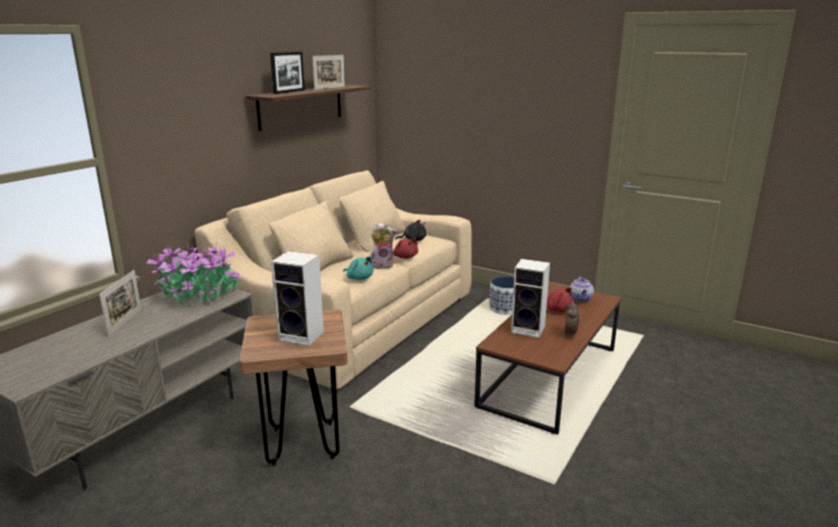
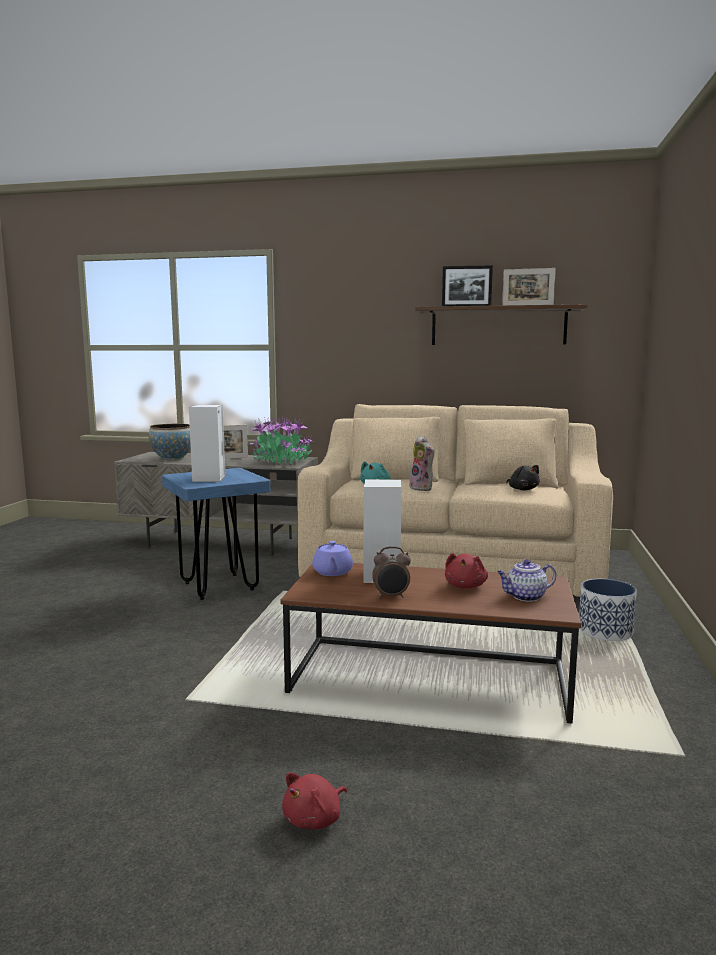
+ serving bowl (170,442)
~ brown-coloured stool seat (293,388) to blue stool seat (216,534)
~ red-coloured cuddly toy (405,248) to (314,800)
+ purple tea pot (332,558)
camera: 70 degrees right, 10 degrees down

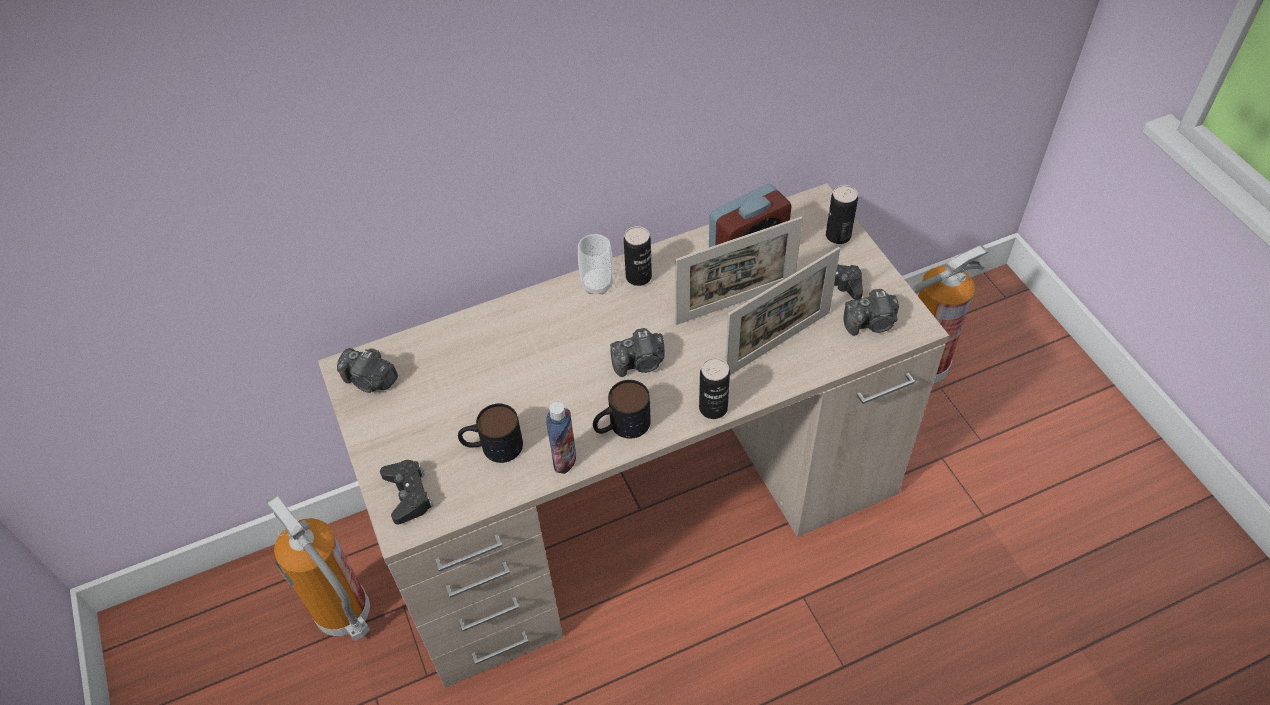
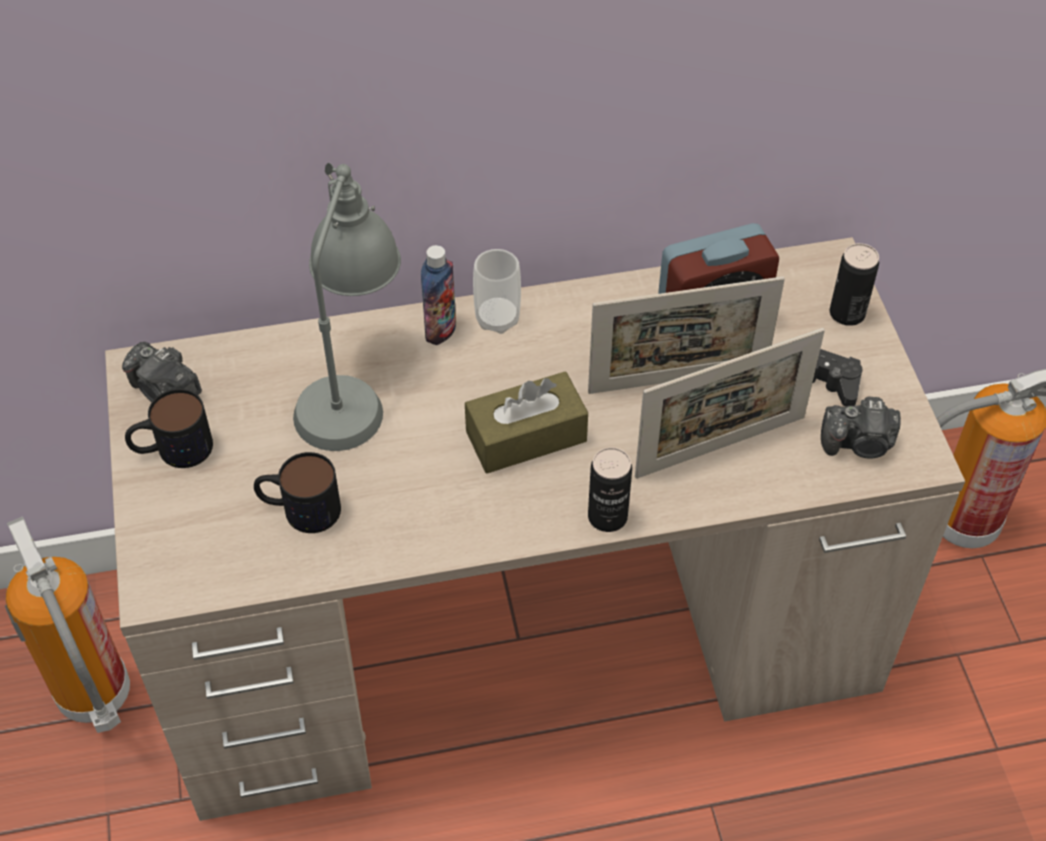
~ mug (622,409) to (169,428)
+ greyish table lamp (347,307)
~ beverage bottle (561,438) to (438,295)
~ photo camera (637,352) to brown-coloured tissue holder (526,422)
- black game controller (406,492)
- sealed can (638,256)
camera: 10 degrees right, 0 degrees up

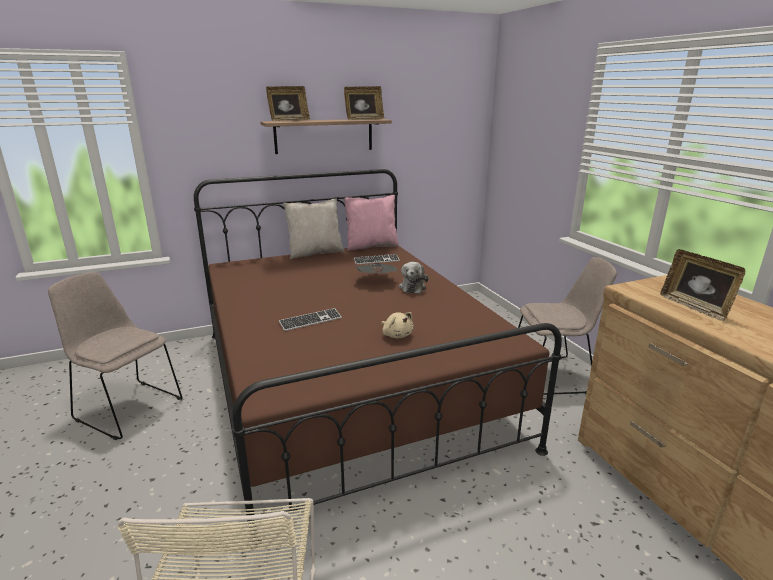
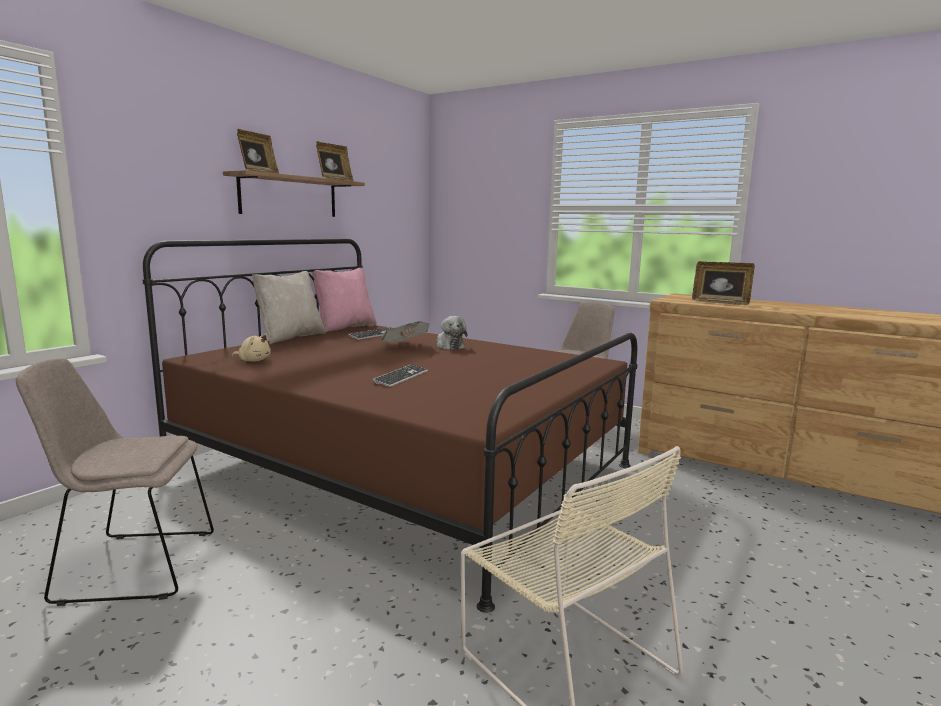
~ beige-coloured cuddly toy (397,325) to (251,348)
camera: 35 degrees left, 10 degrees down

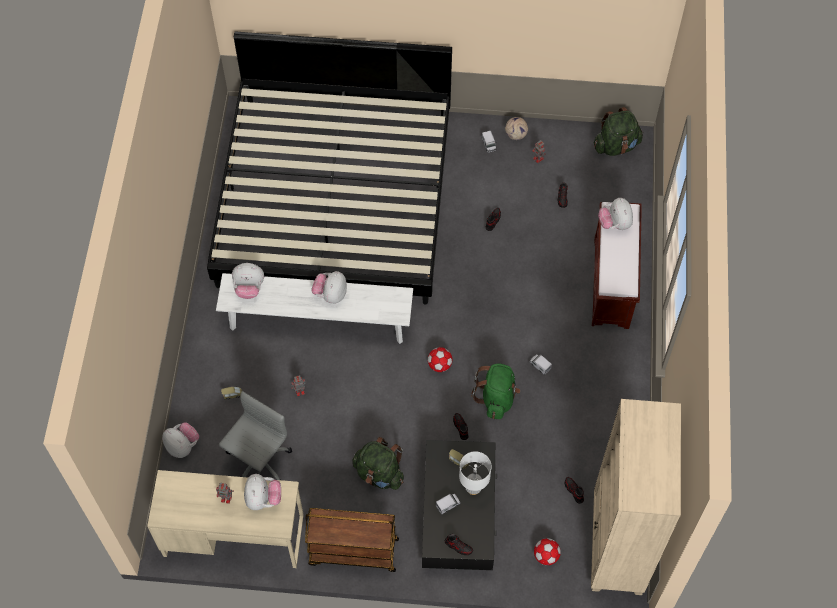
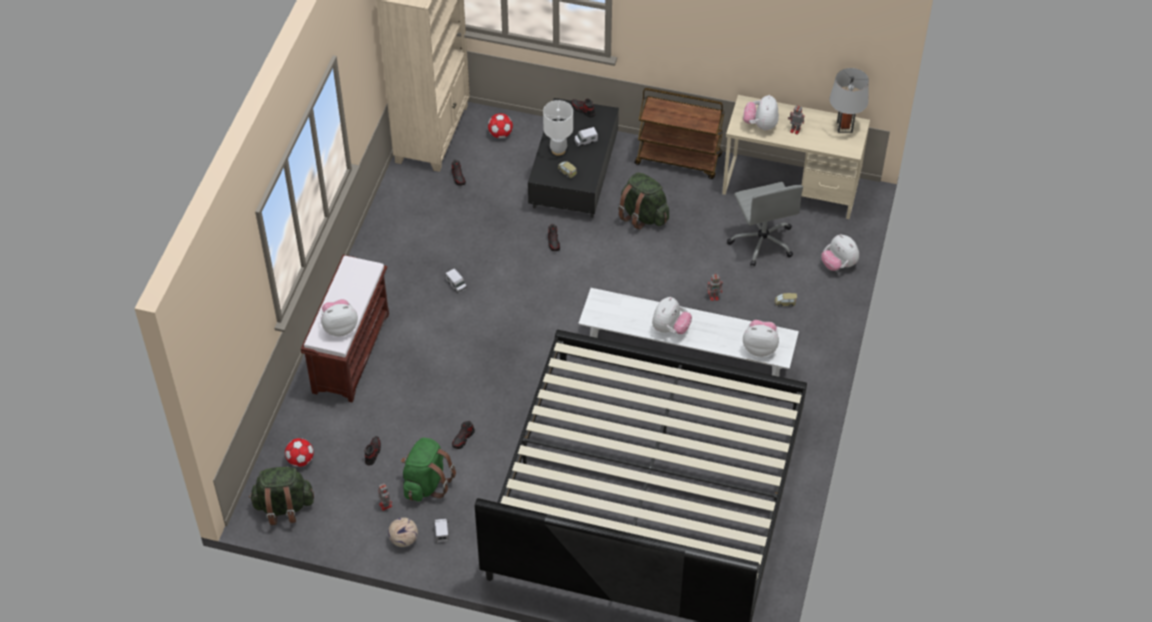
~ football ball (440,359) to (299,452)
~ cuddly toy (615,214) = (339,318) 105 degrees counterclockwise
~ greenish knapsack (495,391) to (428,469)
~ greyish office chair (255,435) = (765,224) 60 degrees counterclockwise
+ greyish table lamp (849,100)
camera: 170 degrees left, 10 degrees down

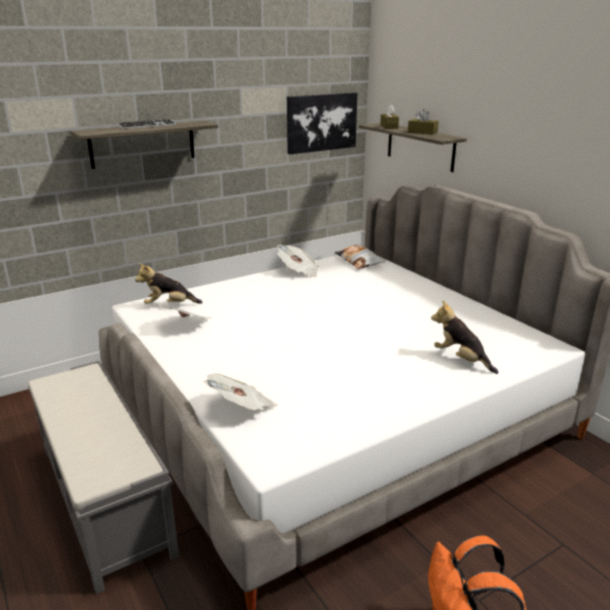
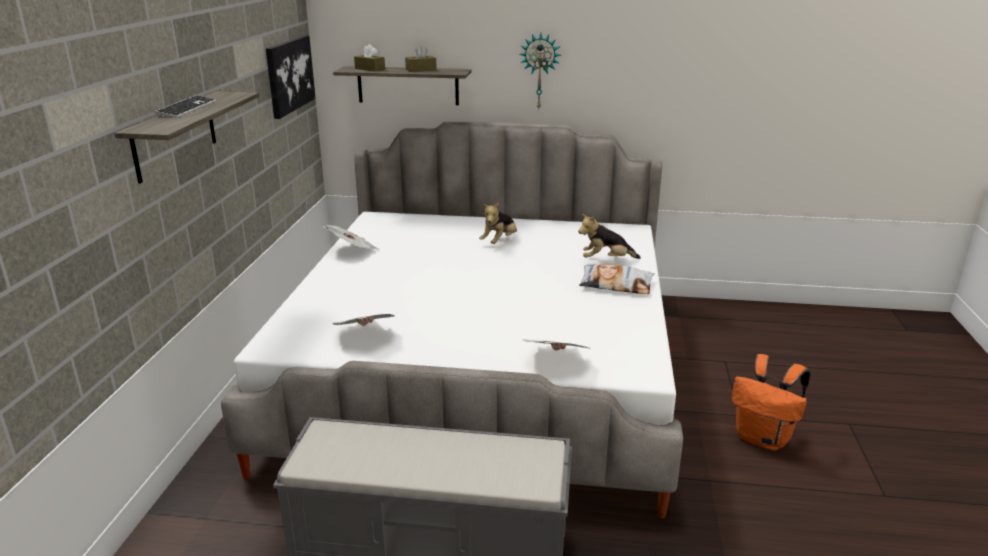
~ cuddly toy (169,283) to (498,223)
+ hanging clock (540,71)
~ pillow (359,257) to (617,279)
camera: 50 degrees left, 0 degrees up

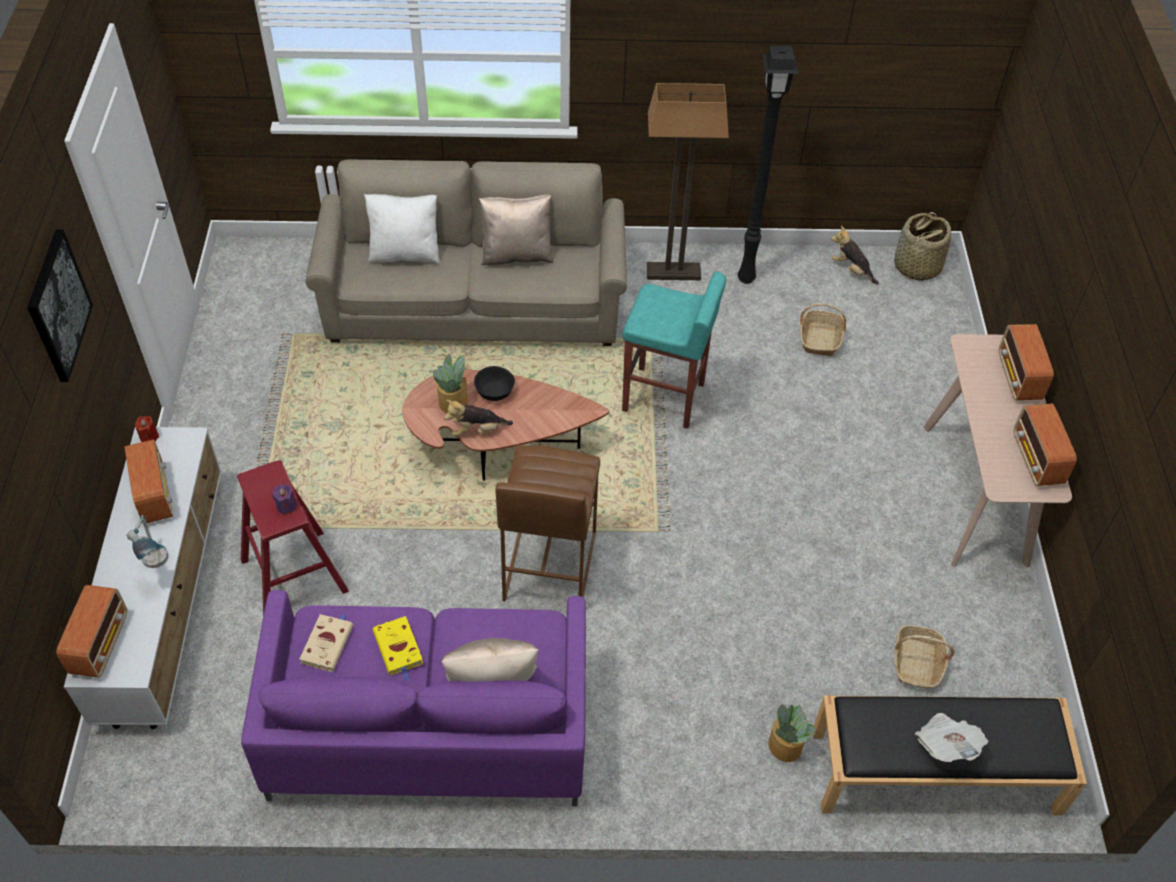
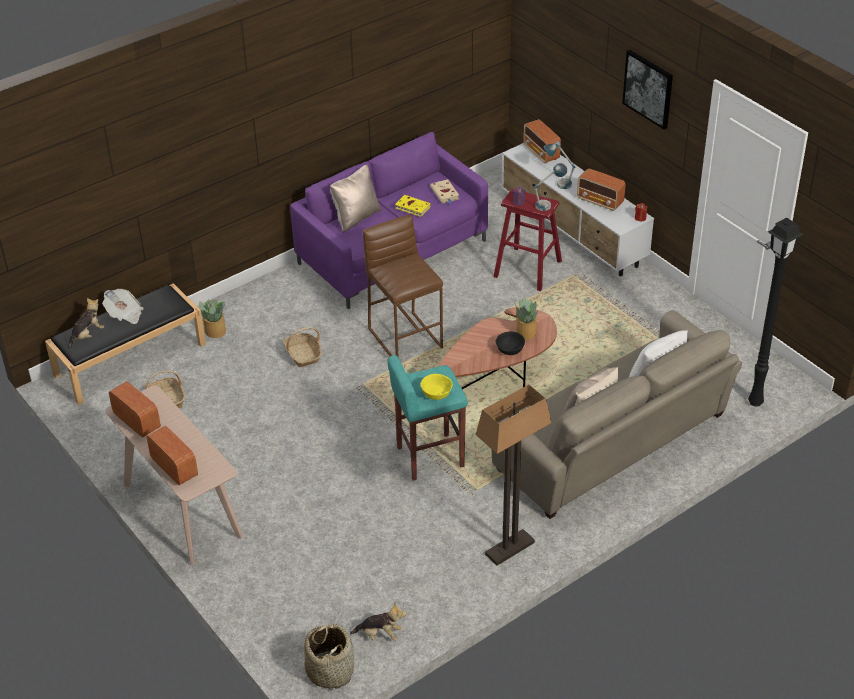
~ cuddly toy (478,418) to (86,323)
~ basket (823,329) to (302,347)
+ yellow serving bowl (437,387)
+ table lamp (550,187)
~ black standard lamp (768,165) to (775,312)
camera: 145 degrees right, 10 degrees down

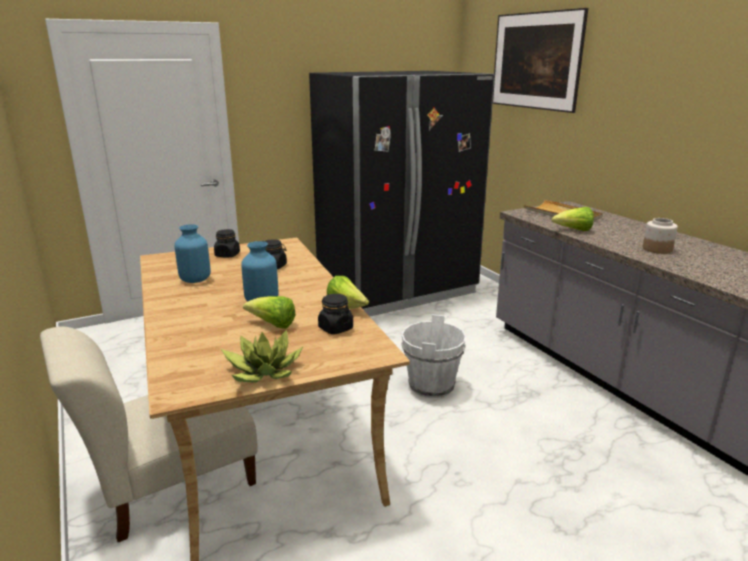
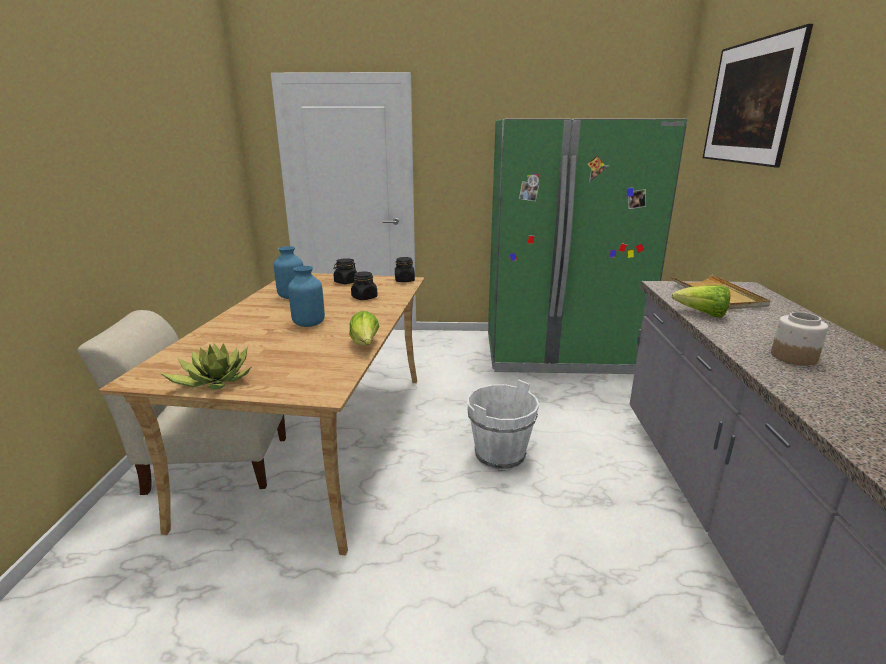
~ black jar (335,314) to (405,269)
~ black kitchen fridge (402,193) to greenish kitchen fridge (587,246)
- head of lettuce (269,312)
camera: 30 degrees right, 0 degrees up

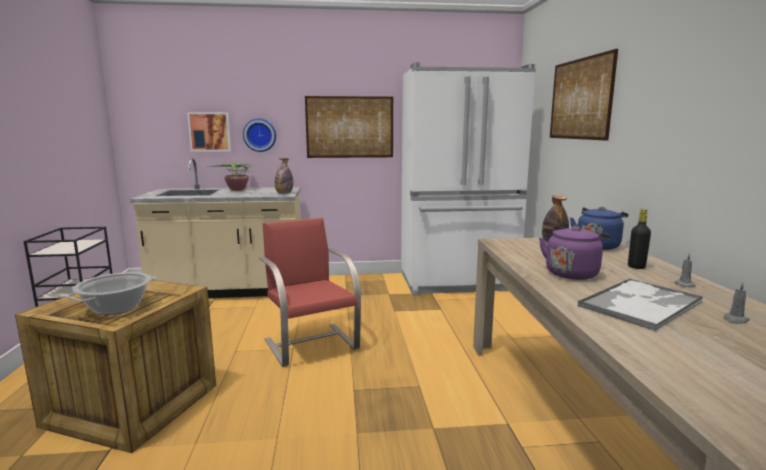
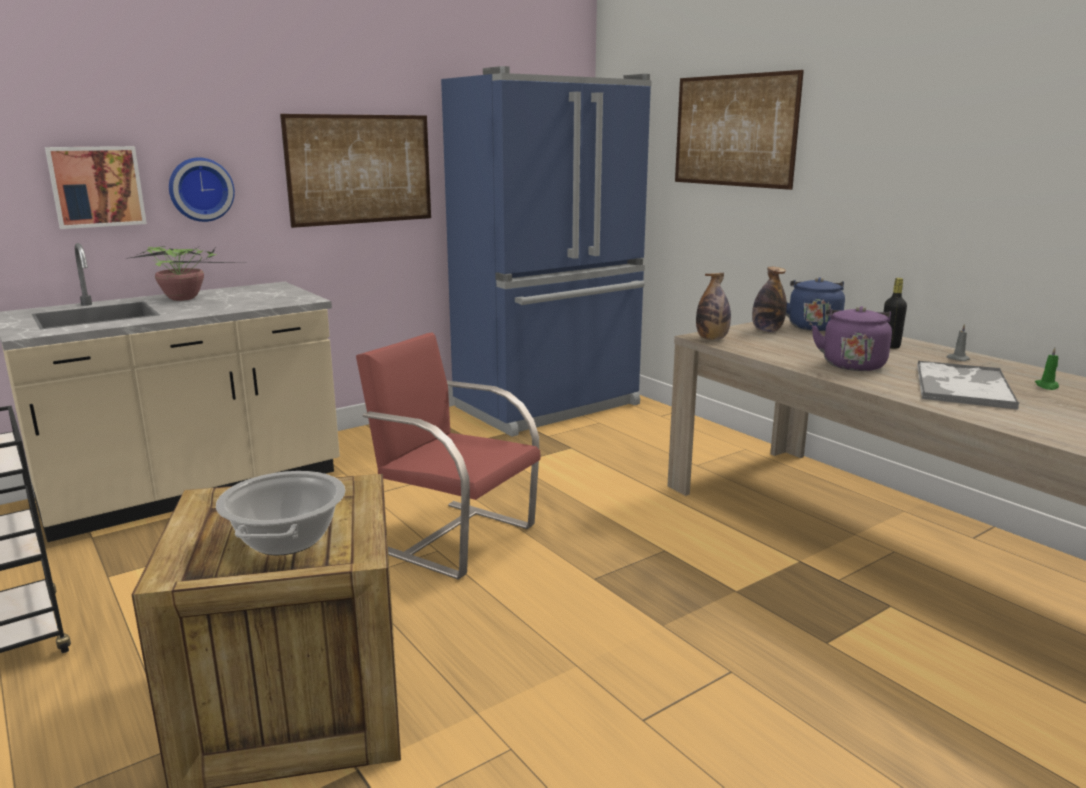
~ whitish kitchen fridge (468,179) to blue kitchen fridge (546,251)
~ beverage bottle (284,176) to (713,306)
~ greyish wax candle (737,303) to greenish wax candle (1047,368)
camera: 30 degrees left, 5 degrees up

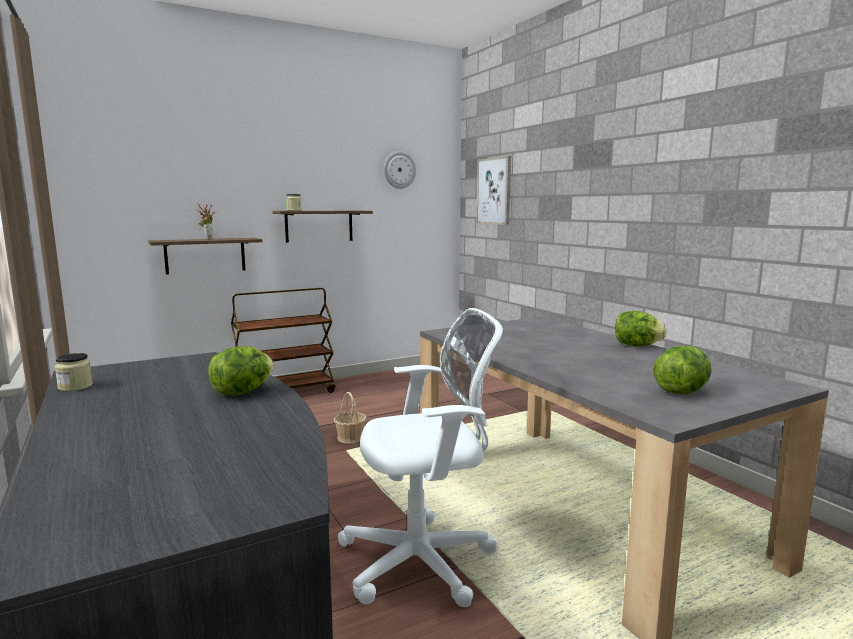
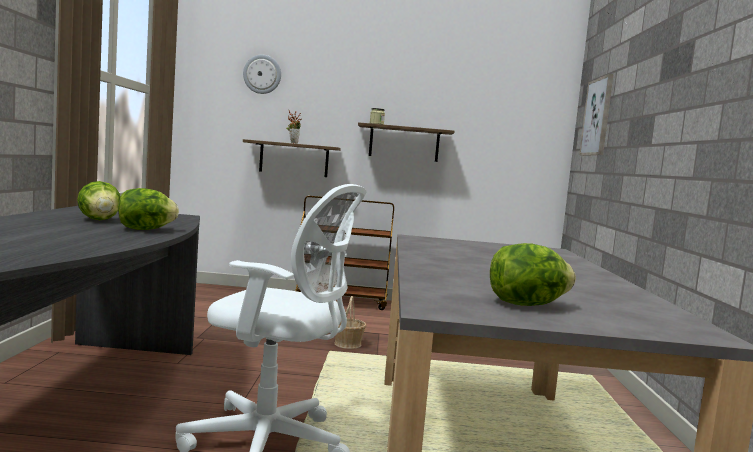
~ head of lettuce (641,328) to (99,200)
~ hanging clock (400,170) to (262,74)
- jar (74,372)
camera: 30 degrees right, 5 degrees down

